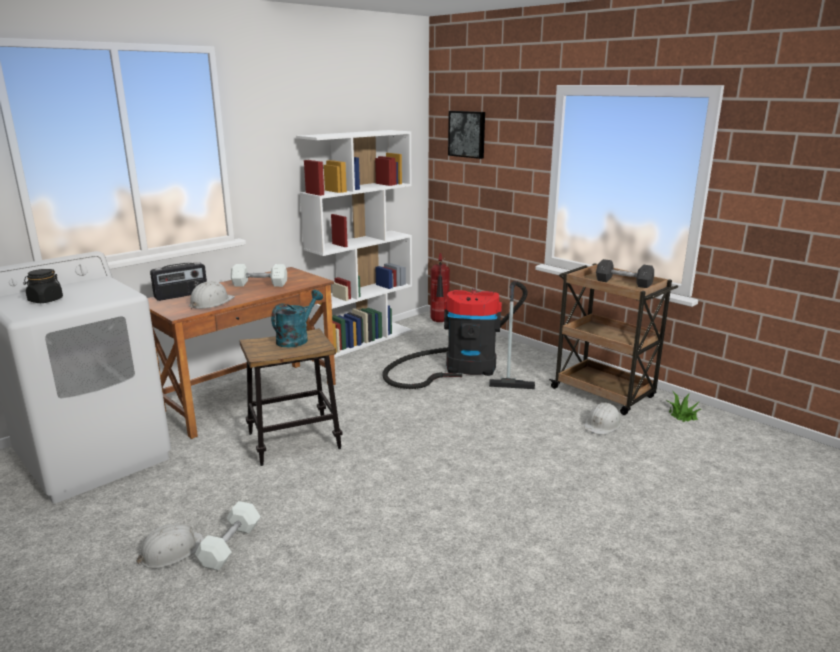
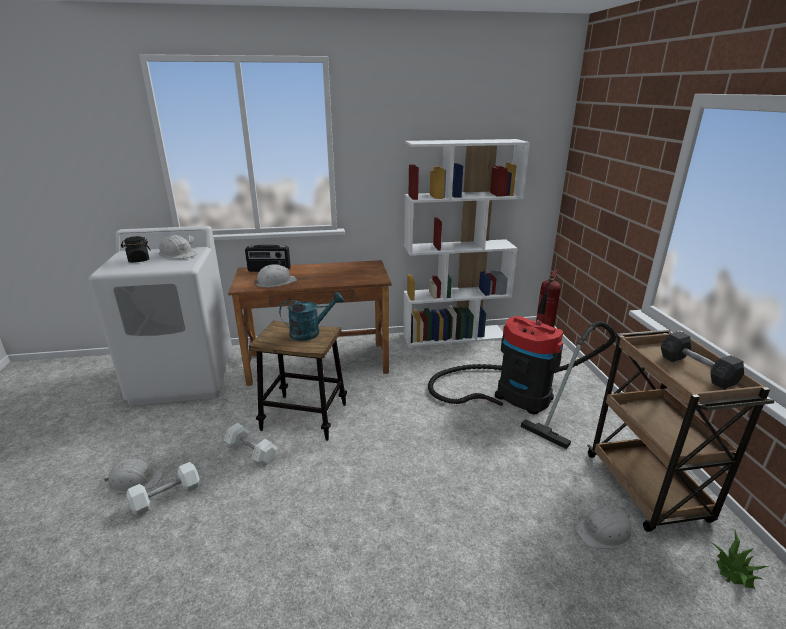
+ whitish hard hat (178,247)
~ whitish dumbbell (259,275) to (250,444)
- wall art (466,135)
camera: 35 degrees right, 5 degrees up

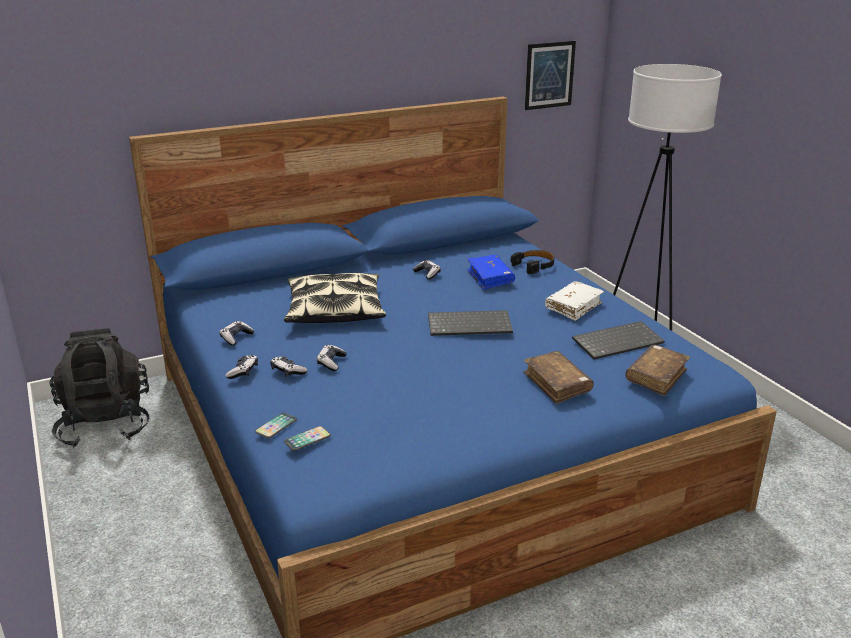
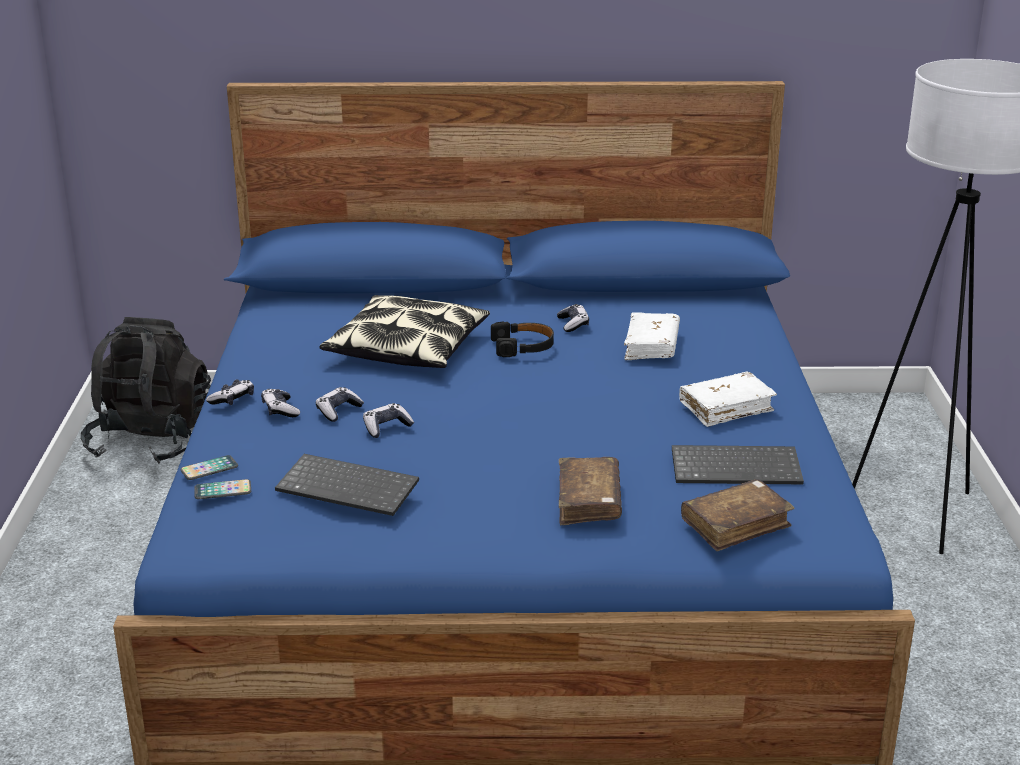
~ computer keyboard (470,323) to (347,485)
~ game controller (236,333) to (388,420)
~ black headset (532,262) to (522,339)
~ blue book (491,272) to whitish book (652,336)
- wall art (550,75)
camera: 25 degrees right, 0 degrees up

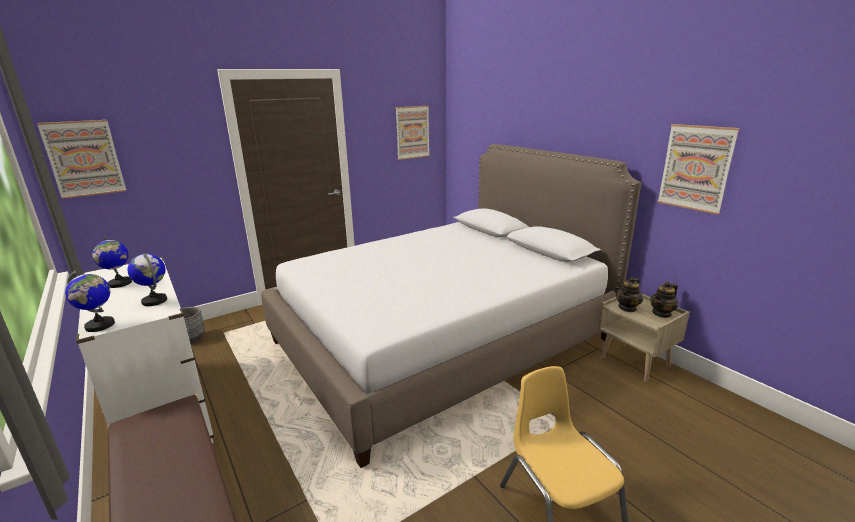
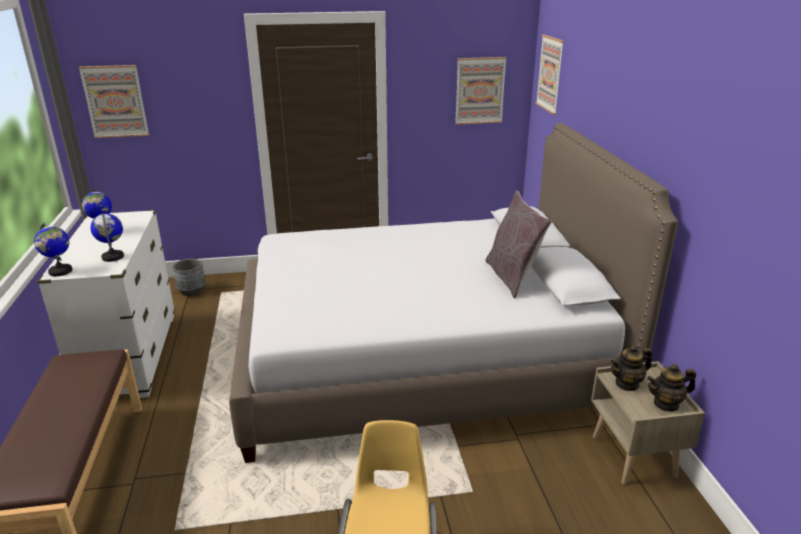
+ greyish pillow (519,244)
~ wall art (698,169) to (550,75)
camera: 25 degrees right, 5 degrees up

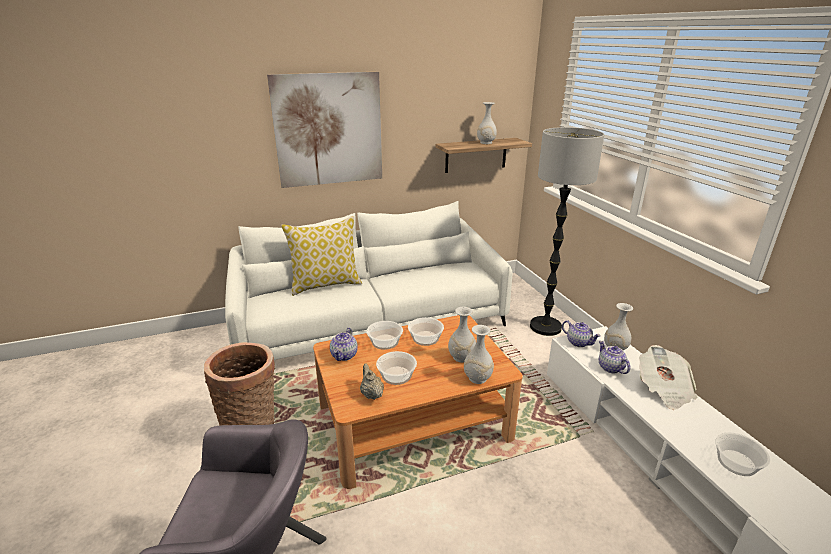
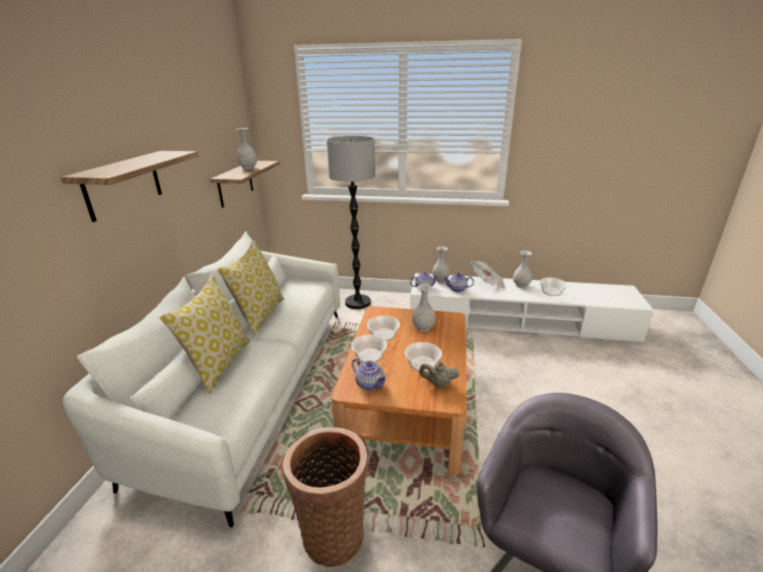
~ wall art (324,130) to shelf (130,186)
+ pillow (250,287)
~ whitish flower vase (479,354) to (522,269)
camera: 60 degrees left, 0 degrees up

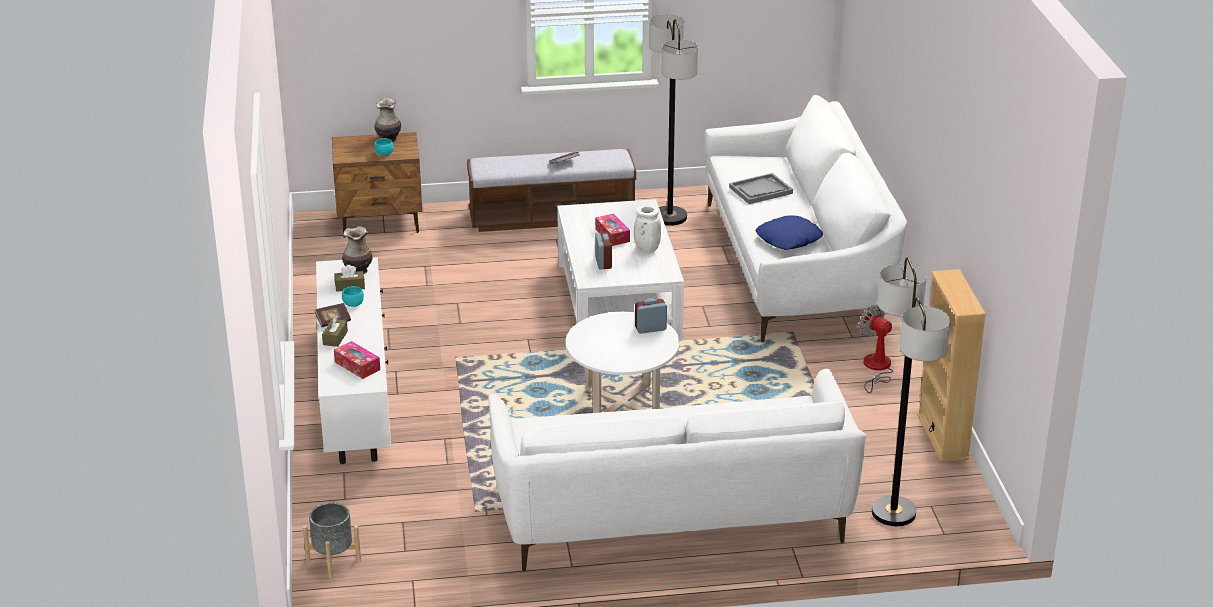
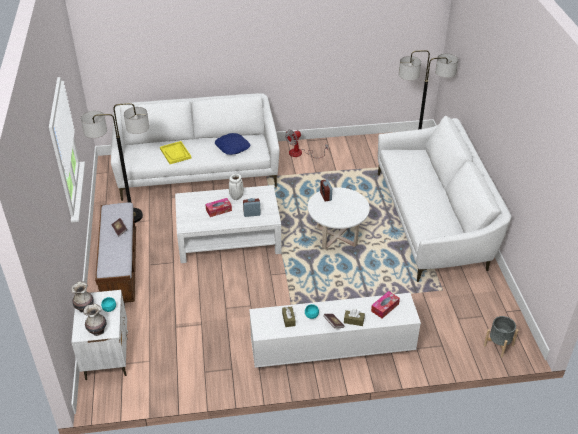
~ brown-coloured bedside table (377,185) to whitish bedside table (99,335)
~ flower vase (357,250) to (95,320)
~ greyish carrying tray (761,188) to yellow carrying tray (175,152)
- beige-coloured bookshelf (951,365)
camera: 90 degrees left, 10 degrees up

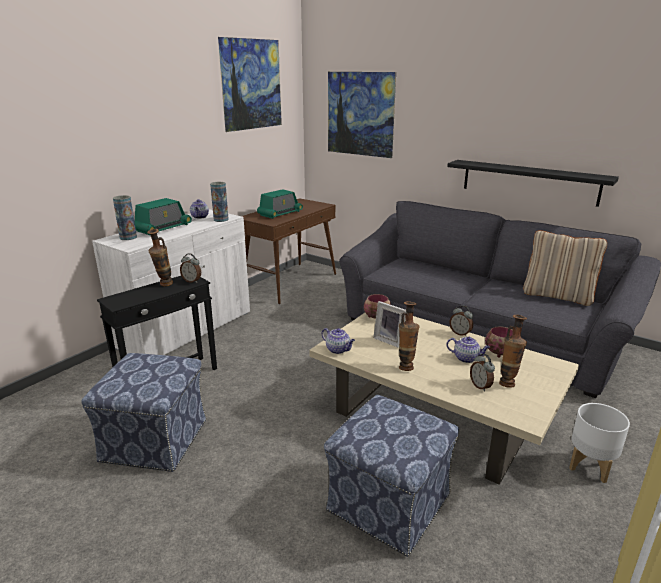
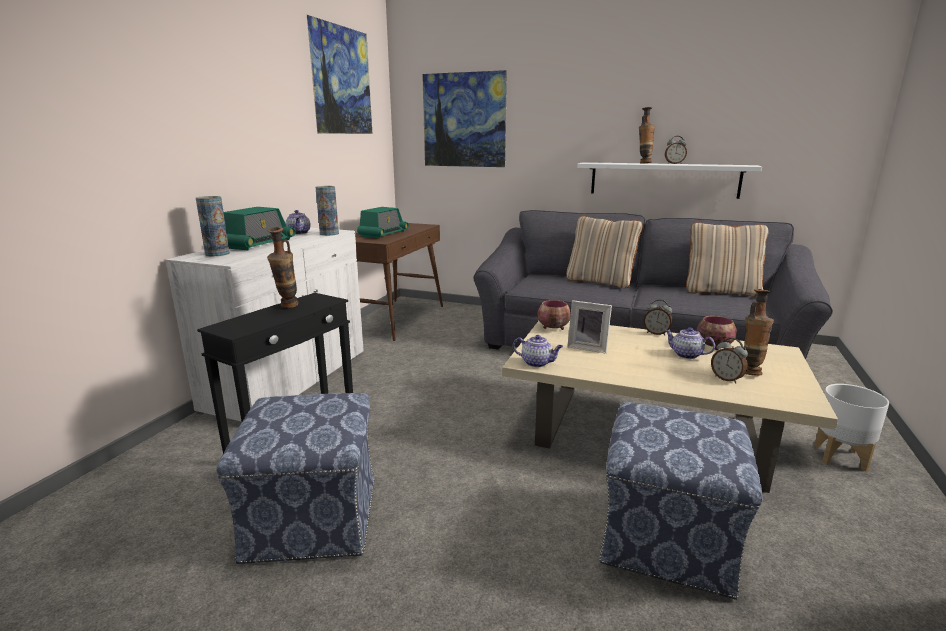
+ beige-coloured pillow (605,252)
~ black shelf (533,183) to whitish shelf (669,180)
~ flower vase (409,336) to (647,135)
~ table clock (190,268) to (676,150)
~ tea pot (468,350) = (690,343) 150 degrees counterclockwise
camera: 15 degrees left, 5 degrees down

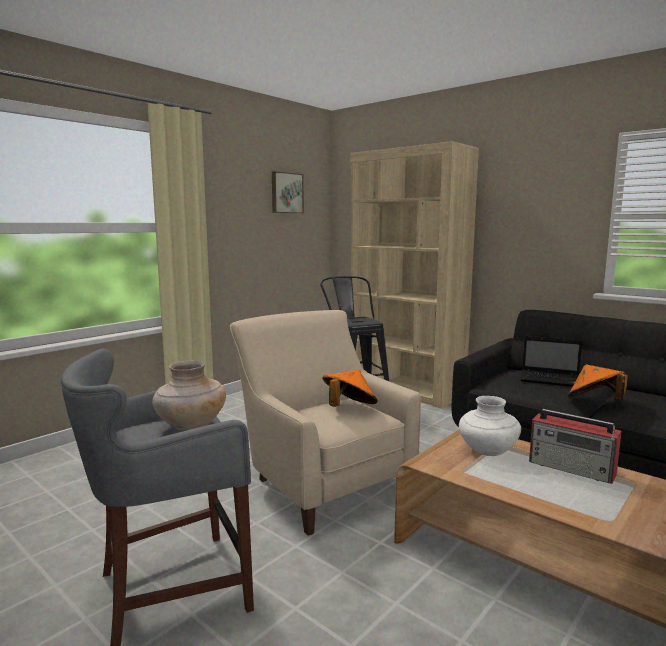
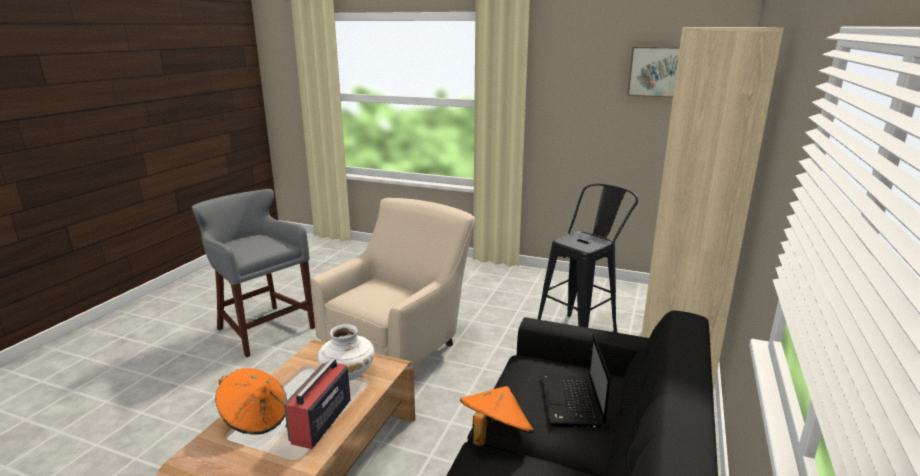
~ orangey clothing hat (350,388) to (251,401)
- beige-coloured flower vase (189,395)
camera: 70 degrees right, 10 degrees up

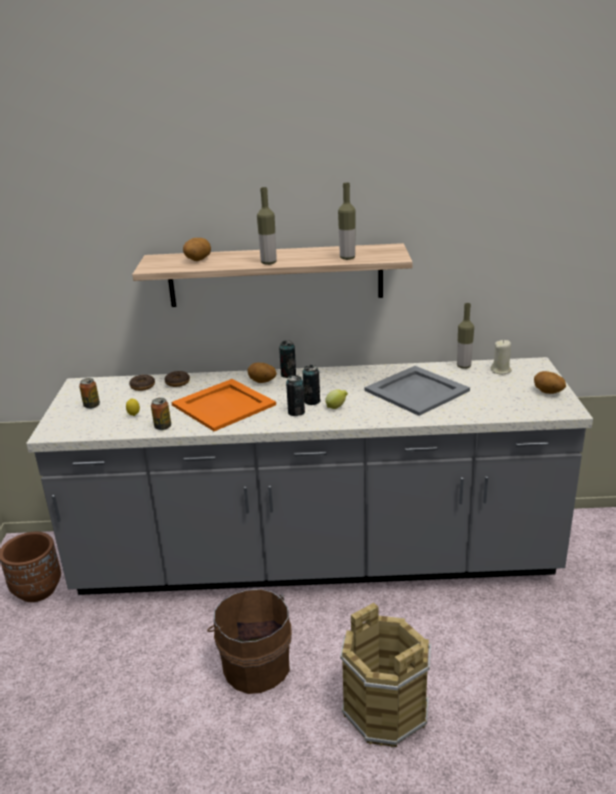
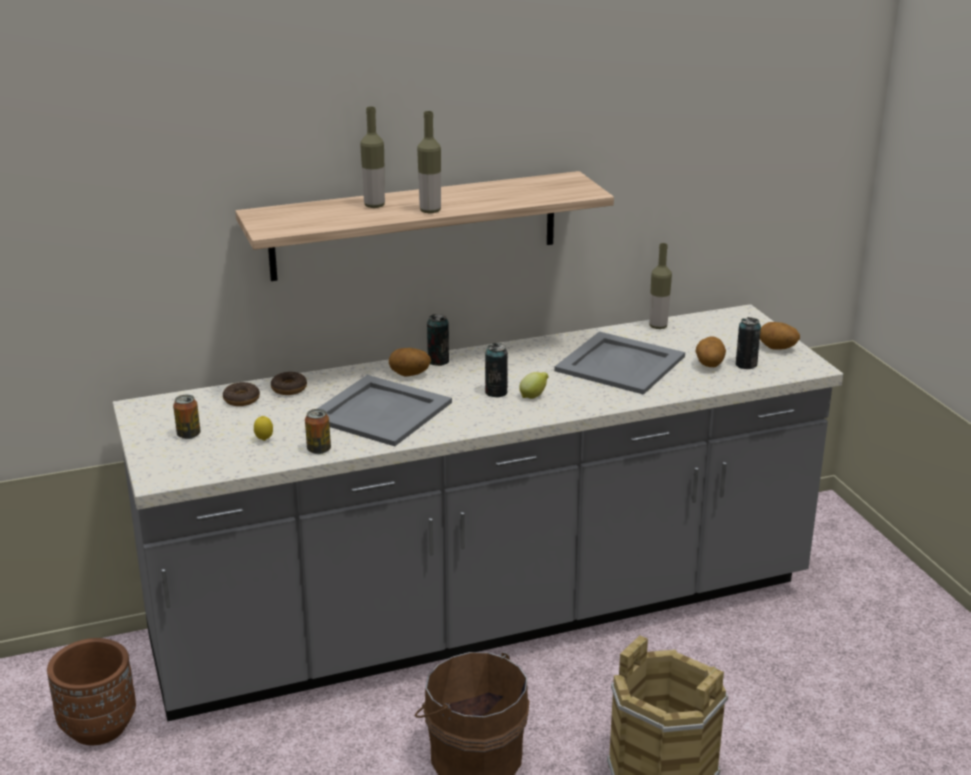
~ orangey carrying tray (223,405) to greyish carrying tray (384,410)
~ beverage bottle (347,221) to (372,157)
~ potato (197,249) to (710,351)
~ sealed can (295,395) to (748,343)
- beige-coloured wax candle (501,357)
camera: 20 degrees left, 0 degrees up

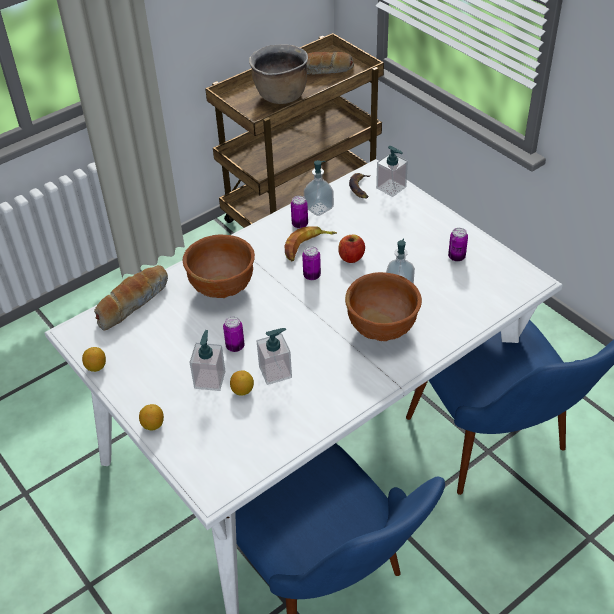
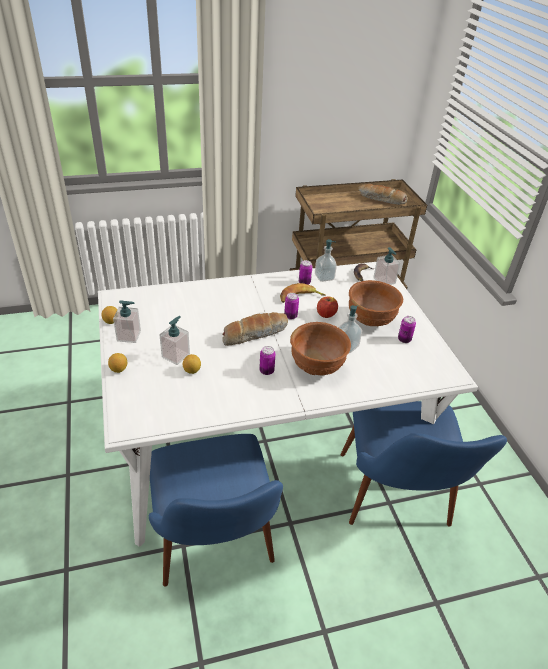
~ liquid soap bottle (274,356) to (127,321)
~ baked bread (131,297) to (255,329)
~ sealed can (234,334) to (267,360)
~ brown-coloured serving bowl (219,266) to (376,303)
- brown-coloured saucepot (278,74)
camera: 20 degrees right, 5 degrees down

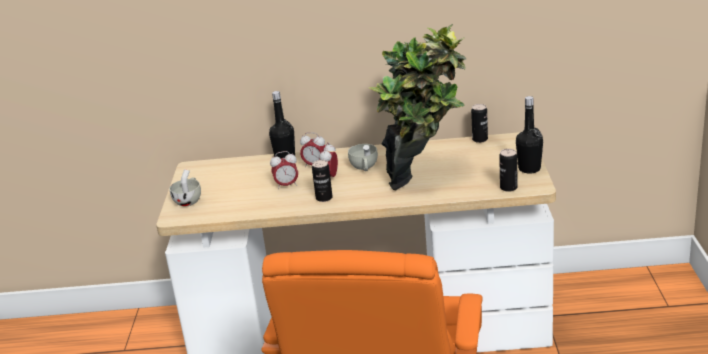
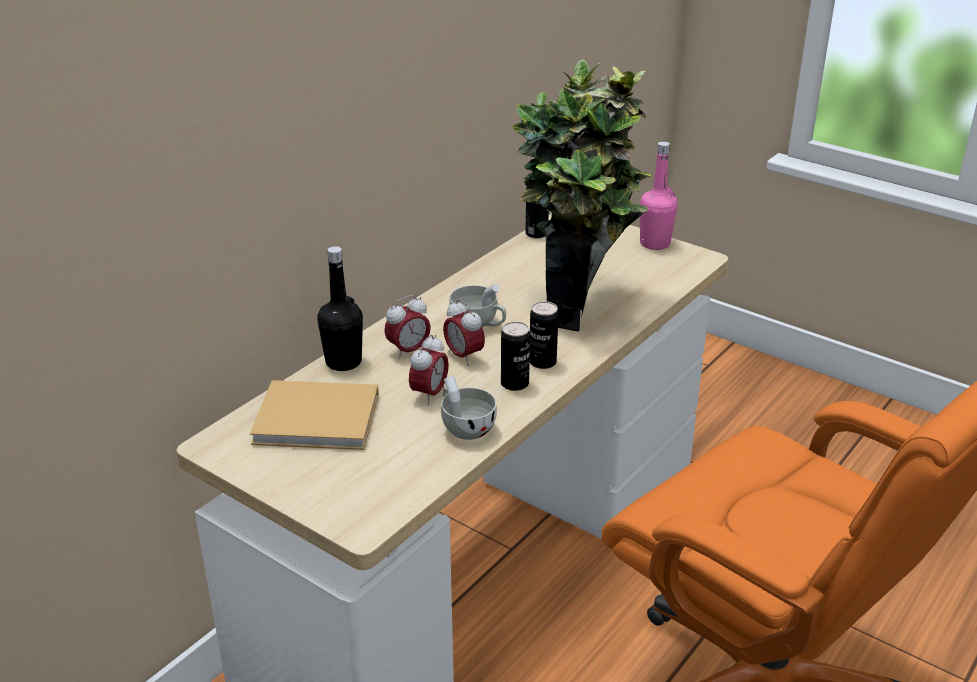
+ beige-coloured book (314,415)
~ whitish drinking cup (185,187) to (469,408)
~ sealed can (508,170) to (544,335)
~ black beverage bottle (529,135) to pink beverage bottle (659,195)
camera: 55 degrees left, 5 degrees up

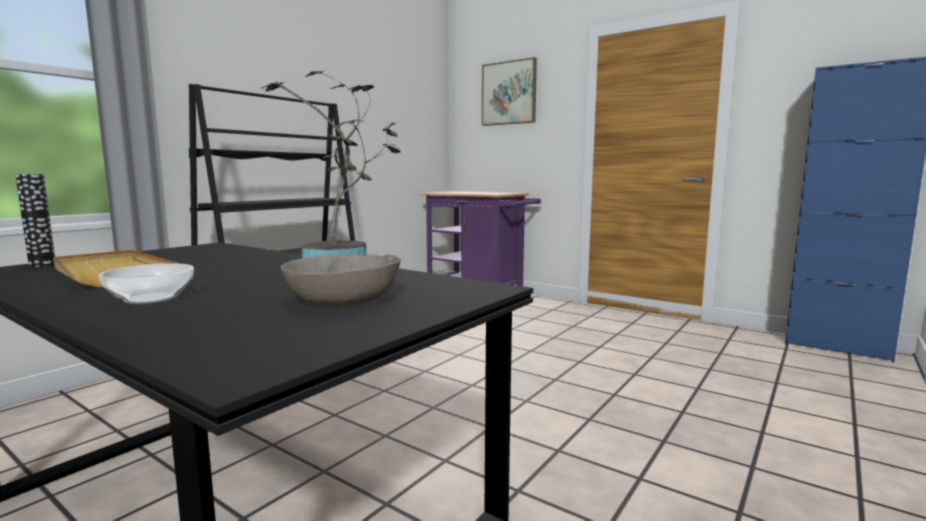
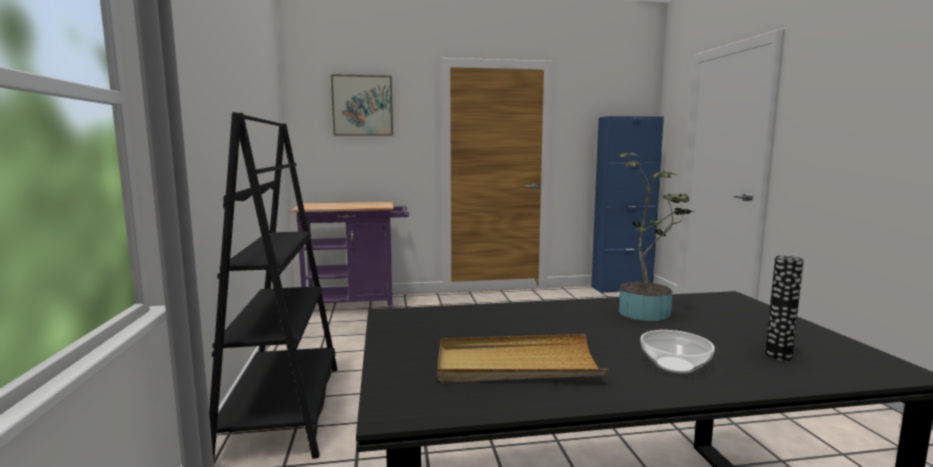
~ flower vase (35,220) to (784,308)
- greyish serving bowl (341,280)
camera: 45 degrees left, 0 degrees up

